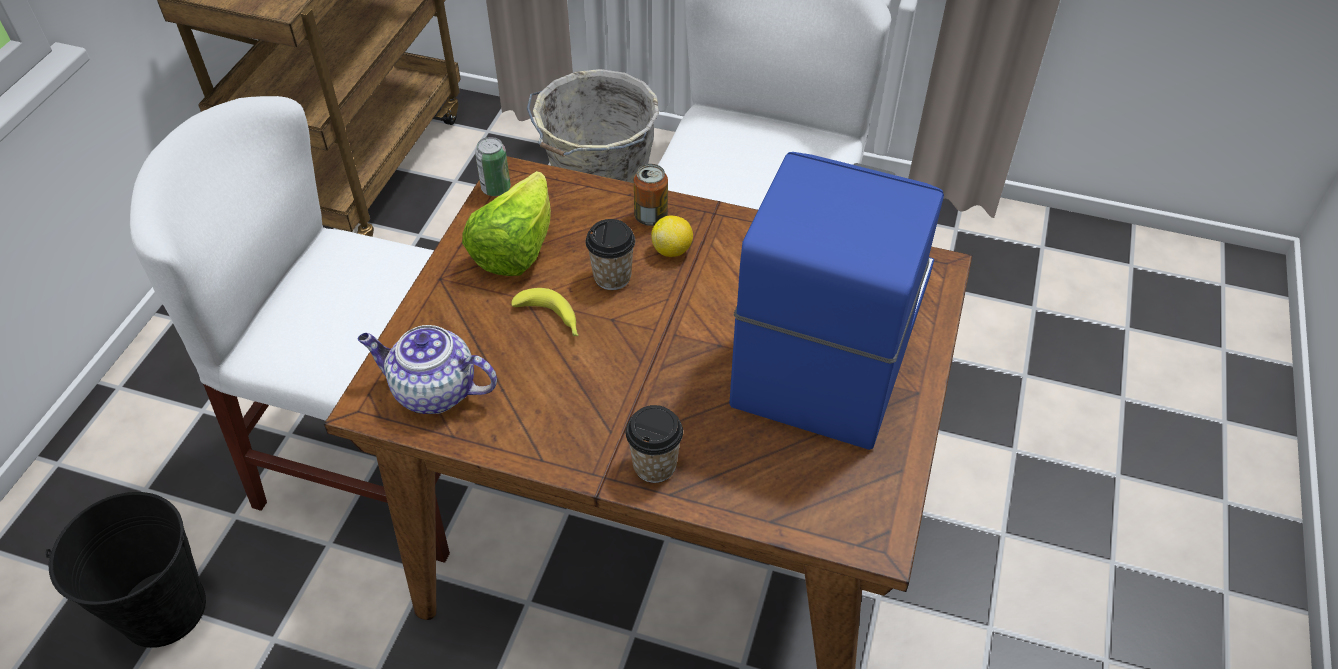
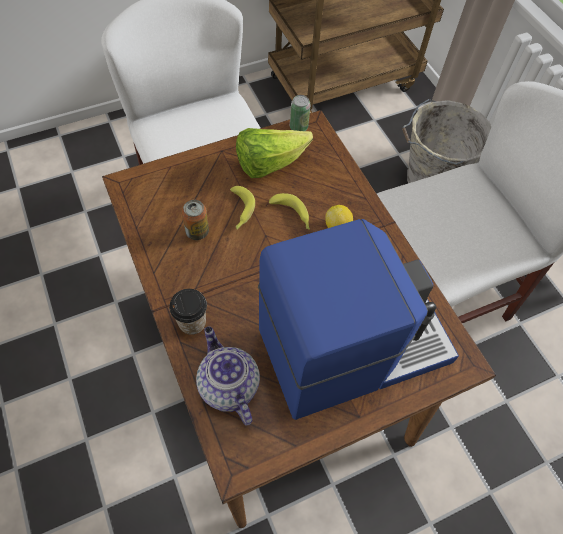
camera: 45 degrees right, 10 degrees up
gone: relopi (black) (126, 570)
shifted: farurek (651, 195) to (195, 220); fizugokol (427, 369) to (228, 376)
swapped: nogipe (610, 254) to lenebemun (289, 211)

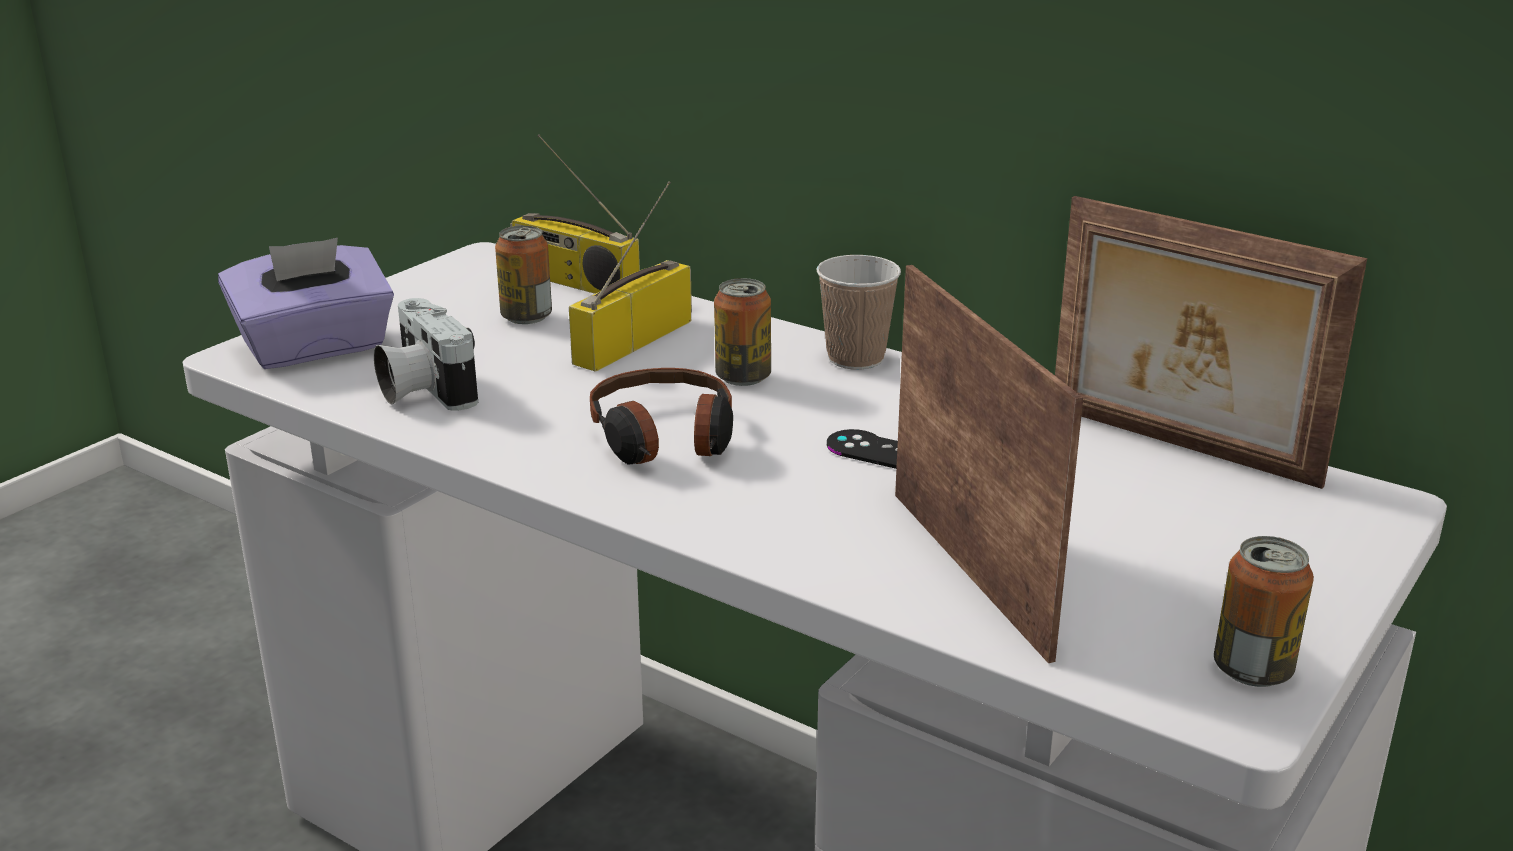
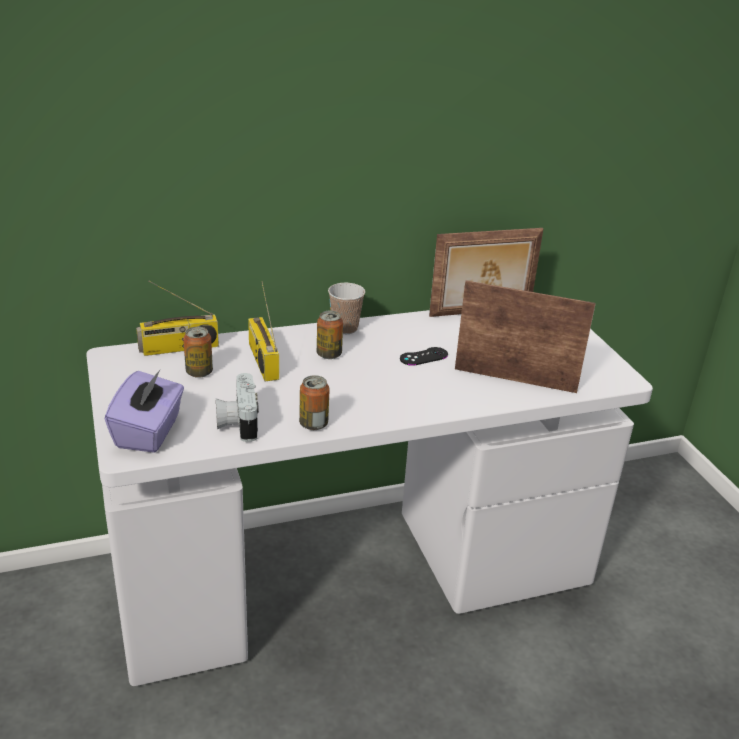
camera: 55 degrees left, 5 degrees up
gone: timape (661, 416)
shifted: farurek (1264, 611) to (314, 402)
rotated: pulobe (426, 354) = (237, 407) 75 degrees clockwise

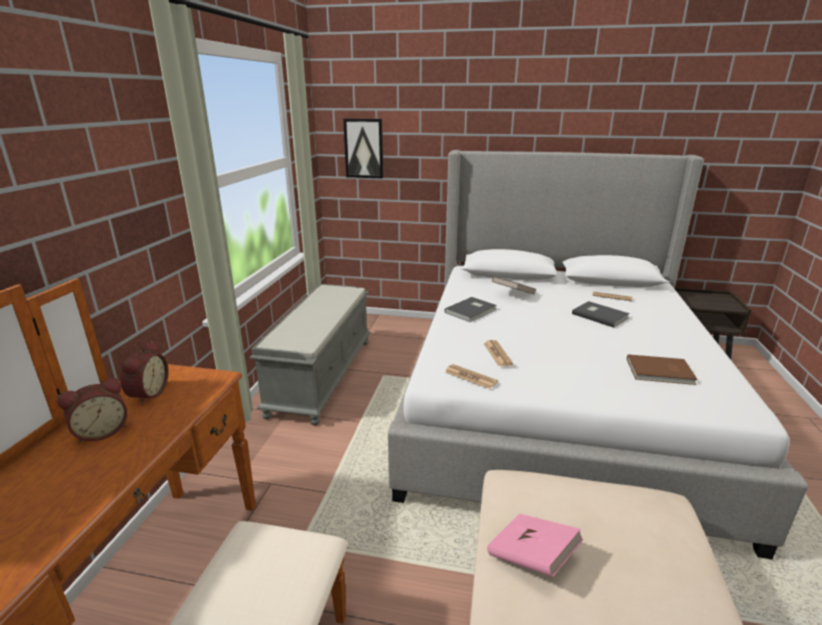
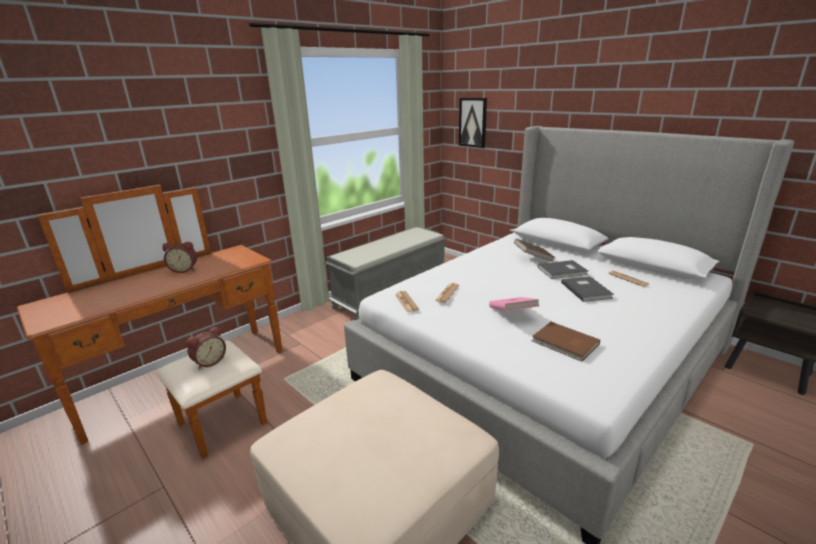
camera: 35 degrees right, 0 degrees up
shifted: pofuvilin (144, 373) to (206, 348); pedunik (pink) (535, 545) to (514, 304); pedunik (grey) (470, 309) to (563, 269)

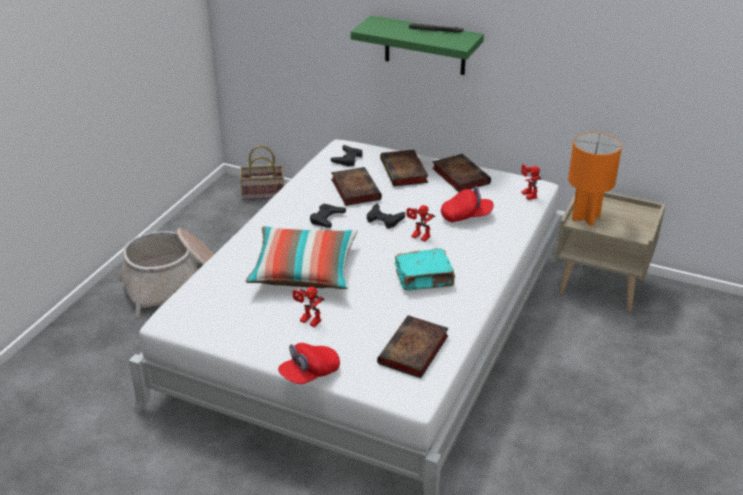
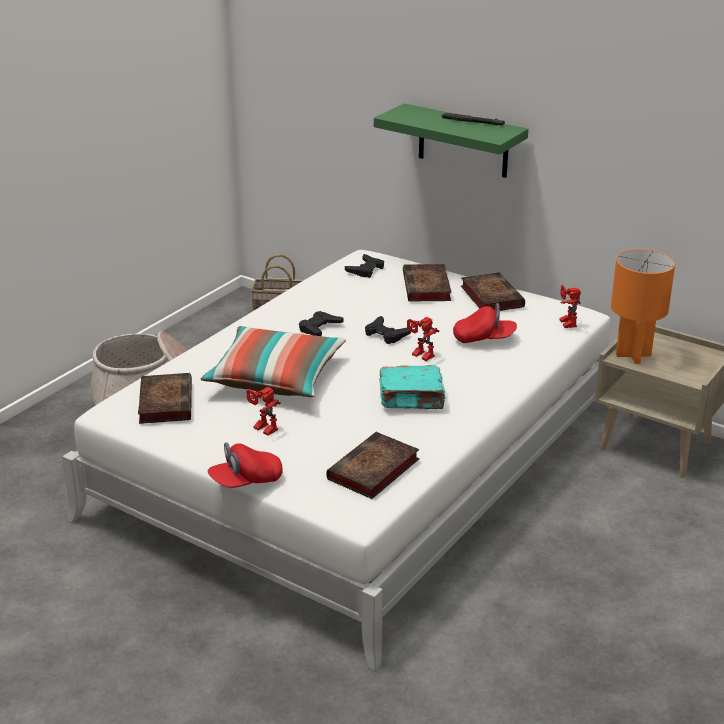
camera: 10 degrees right, 5 degrees down
shifted: pedunik (356, 186) to (165, 398)

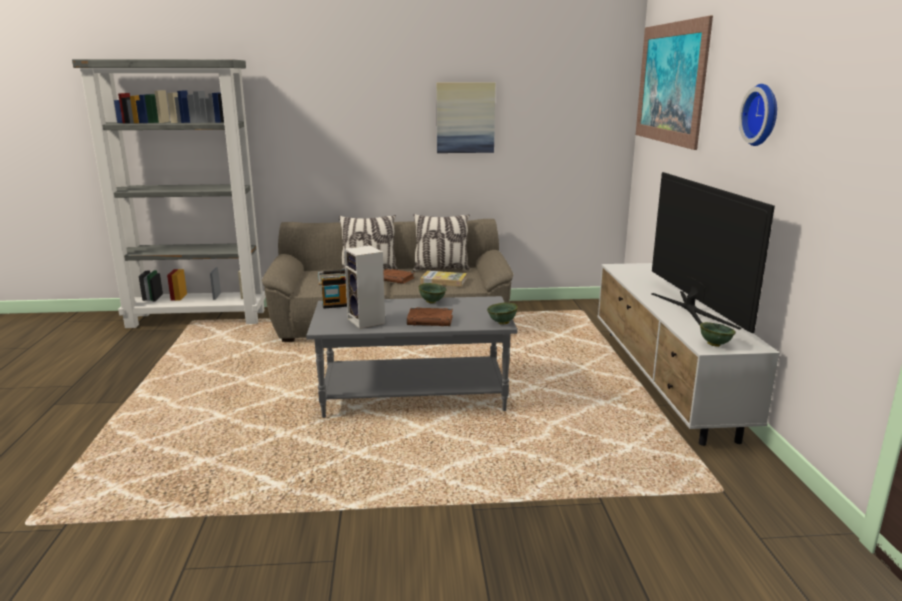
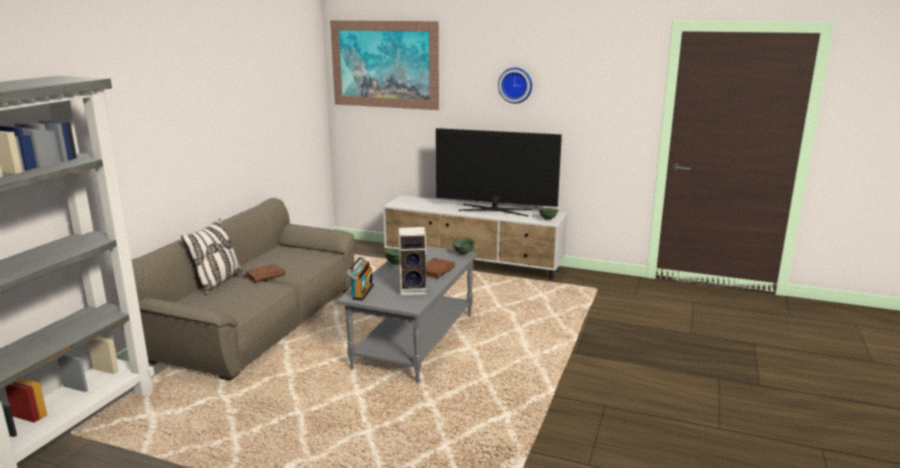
camera: 65 degrees left, 0 degrees up
gone: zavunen (441, 242); pedunik (443, 279); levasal (466, 117)

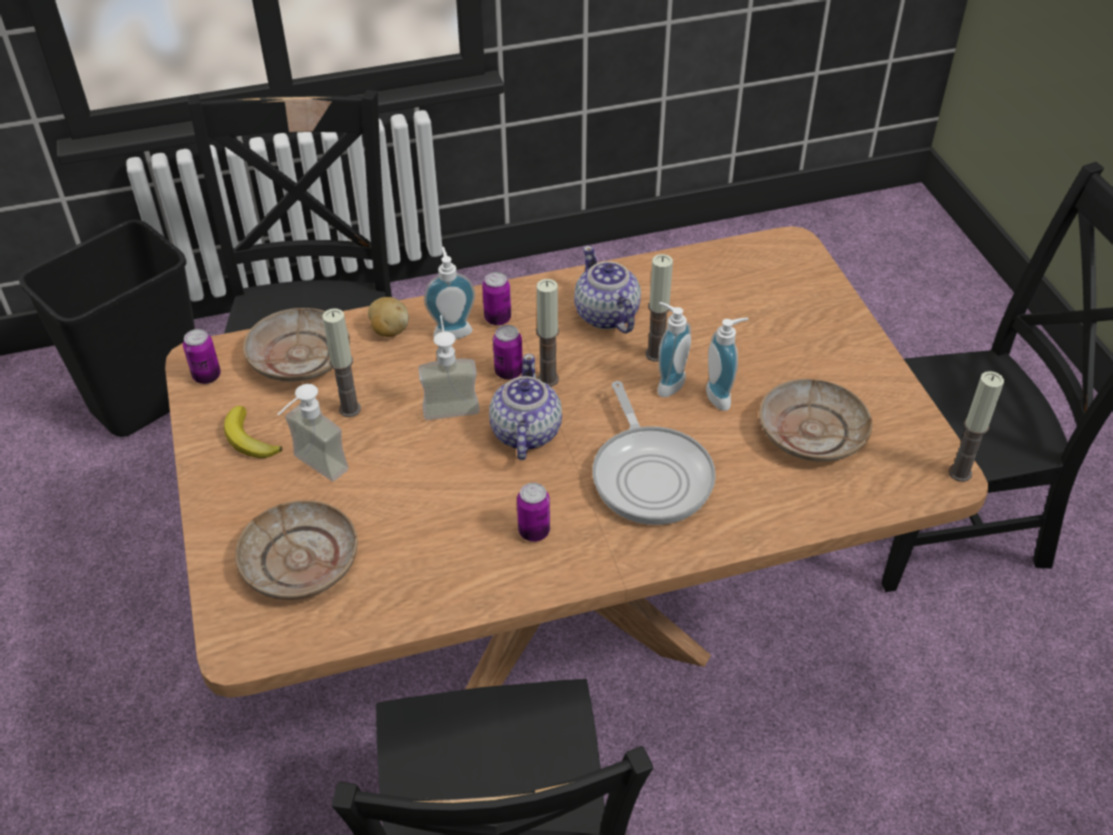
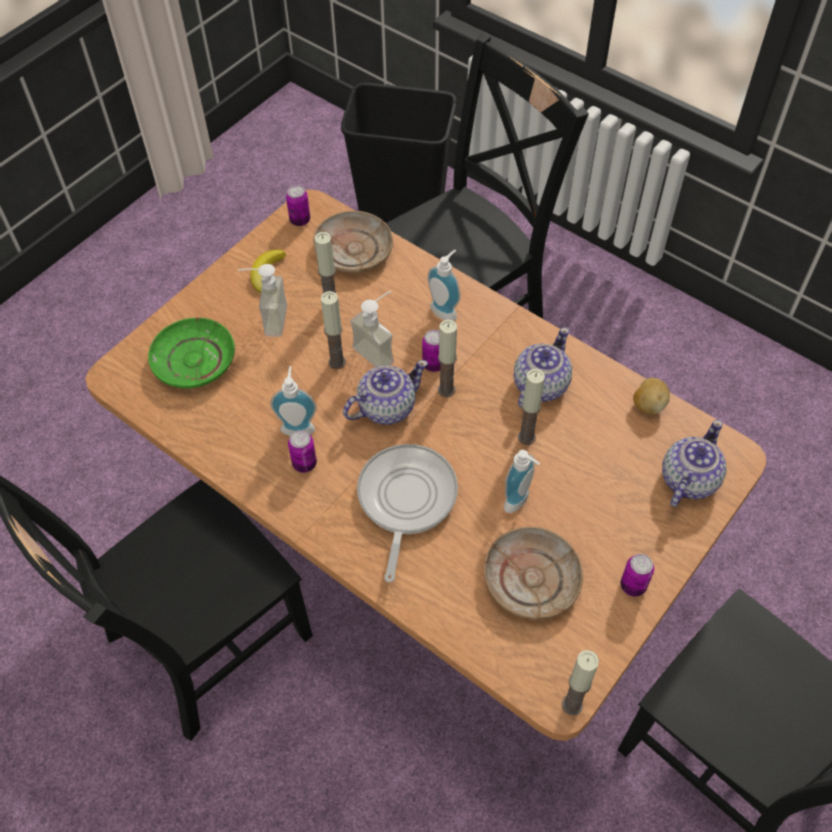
camera: 55 degrees right, 10 degrees up
new: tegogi (333, 330); fizugokol (694, 463)
shifted: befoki (674, 349) to (293, 401); farurek (496, 299) to (637, 575); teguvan (388, 317) to (651, 396)
repainted: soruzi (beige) (296, 550) to soruzi (green) (191, 352)
rotated: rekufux (654, 453) = (407, 513) 150 degrees clockwise

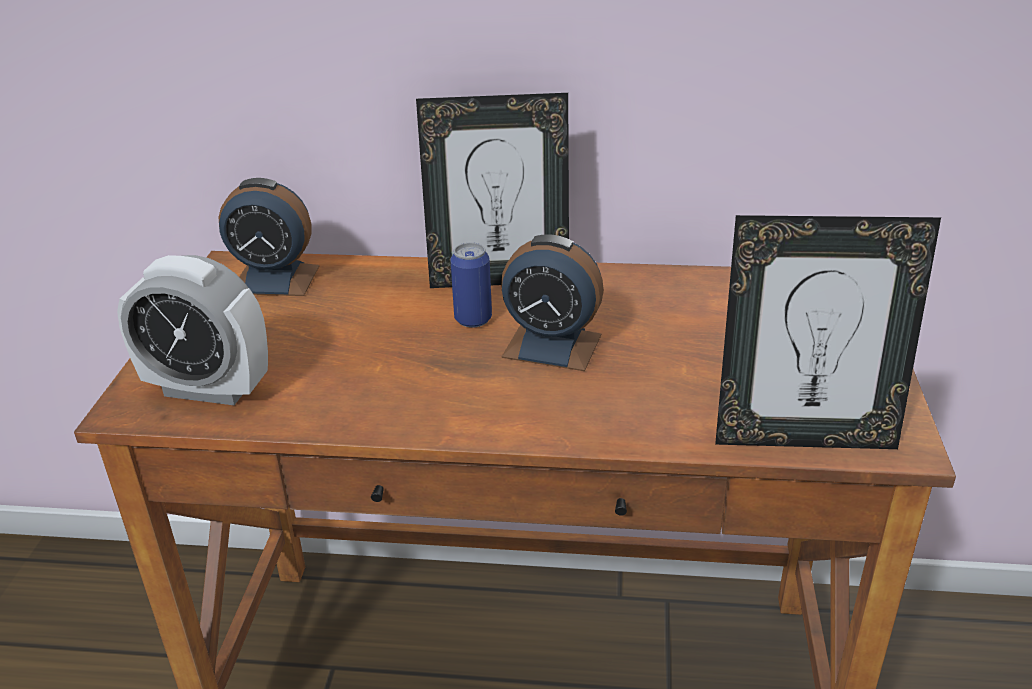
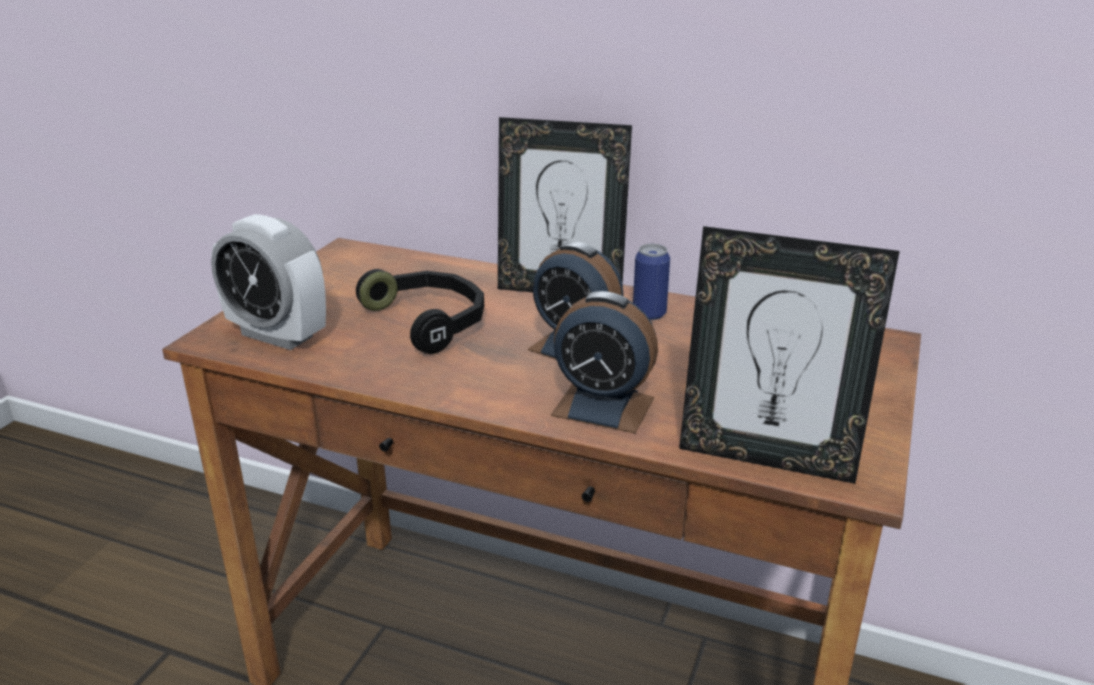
camera: 15 degrees right, 5 degrees down
new: timape (black) (420, 311)
shifted: pofuvilin (268, 237) to (604, 362); farurek (471, 285) to (651, 282)

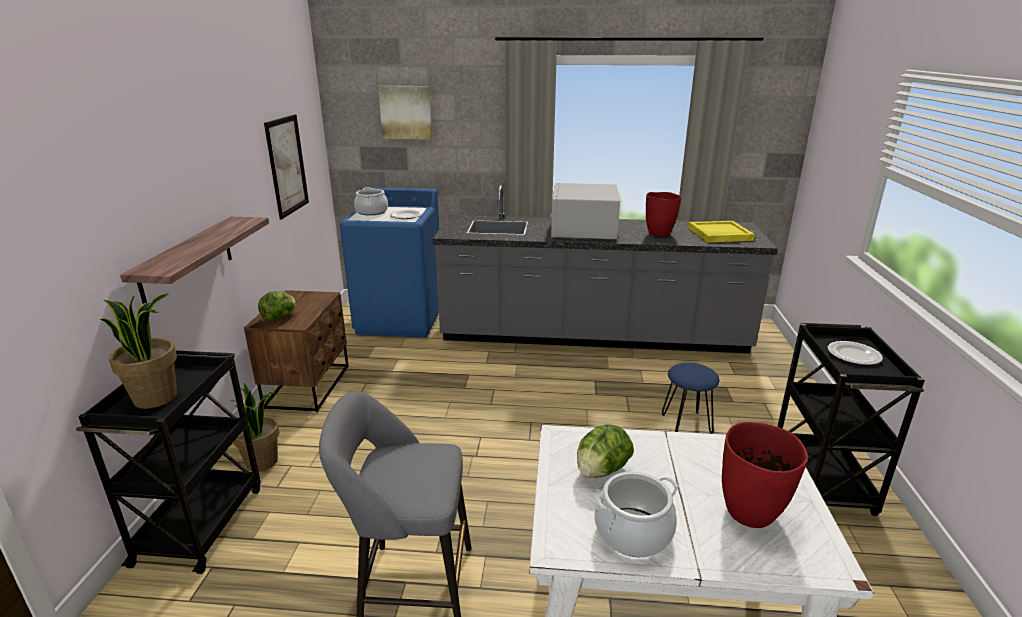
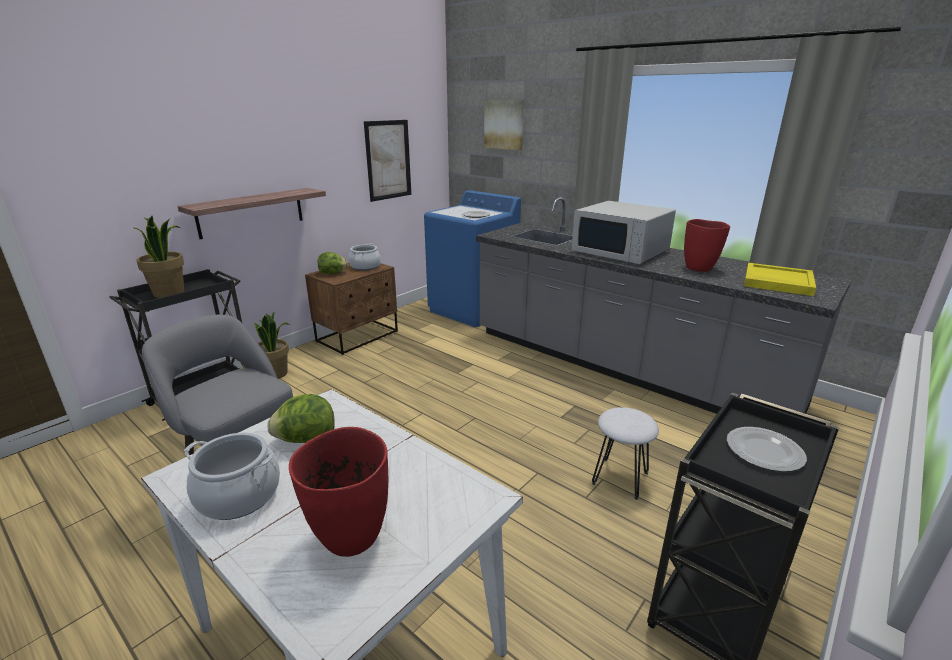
camera: 35 degrees right, 0 degrees up
shifted: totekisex (371, 201) to (365, 256)
repainted: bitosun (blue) (691, 398) to bitosun (white) (625, 453)
rotated: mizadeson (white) (585, 211) = (624, 232) 90 degrees counterclockwise

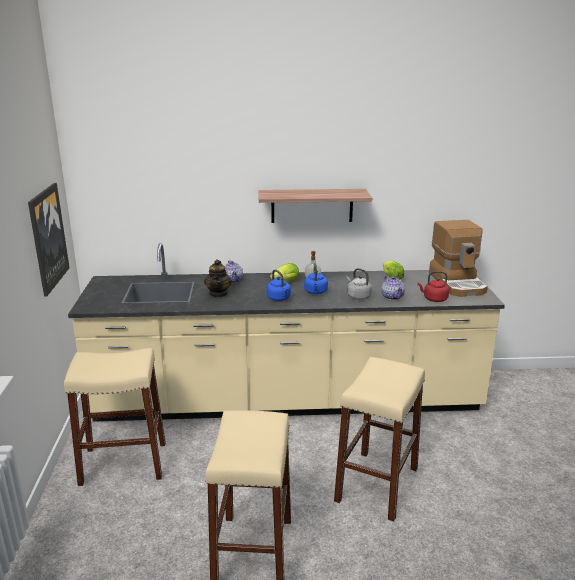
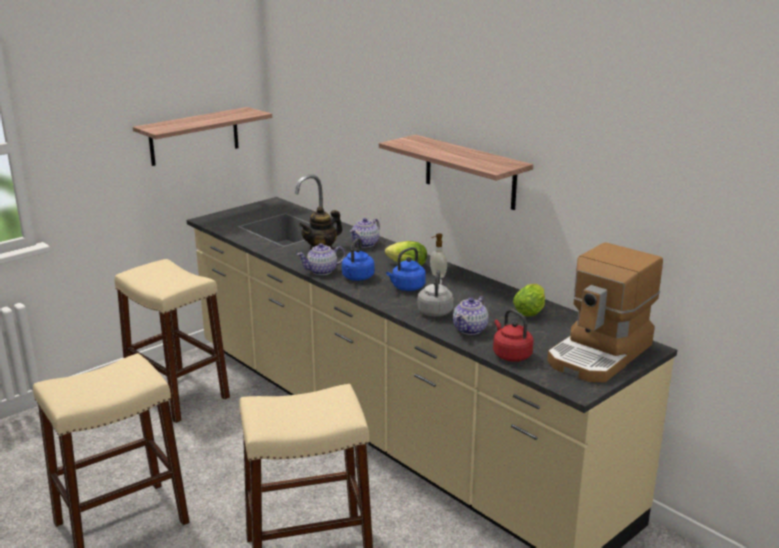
camera: 50 degrees right, 0 degrees up
new: fizugokol (321, 259)
swapped: levasal (49, 240) to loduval (202, 136)

